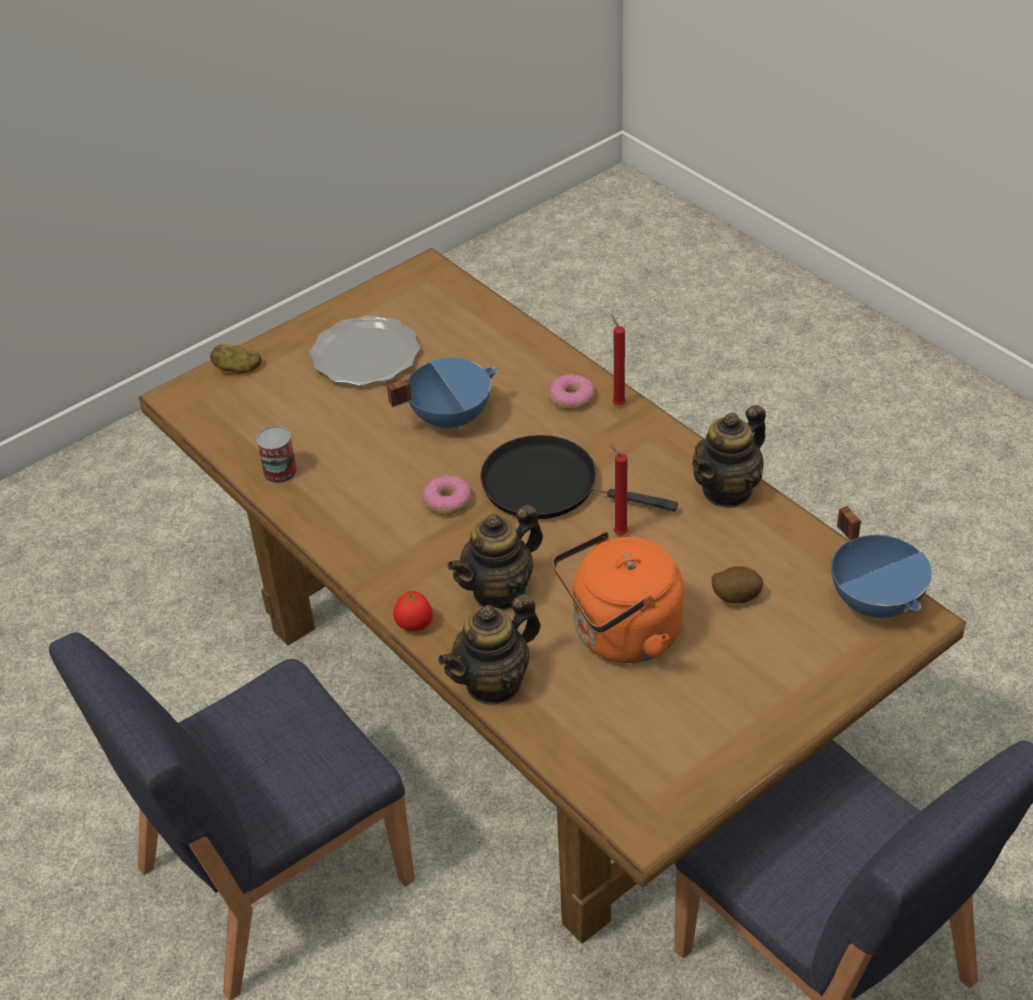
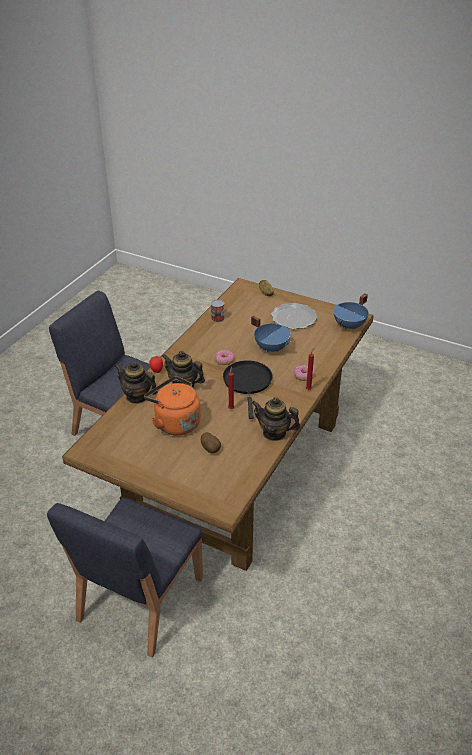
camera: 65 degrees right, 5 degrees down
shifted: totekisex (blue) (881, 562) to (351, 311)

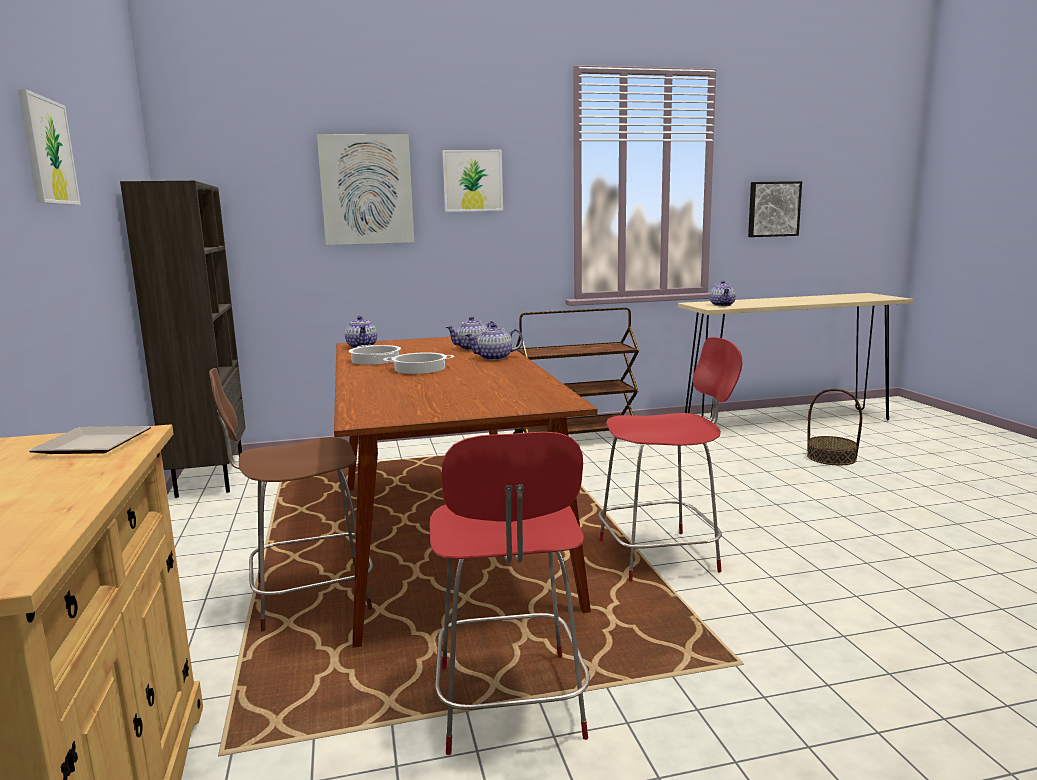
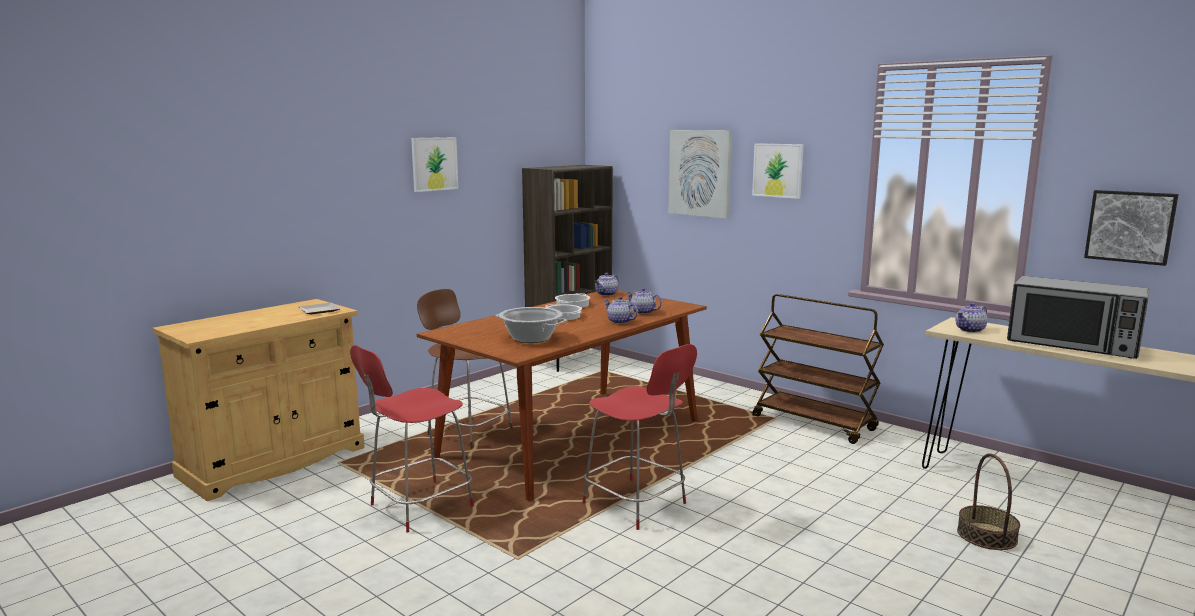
camera: 55 degrees right, 0 degrees up
new: totekisex (531, 325); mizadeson (1078, 317)

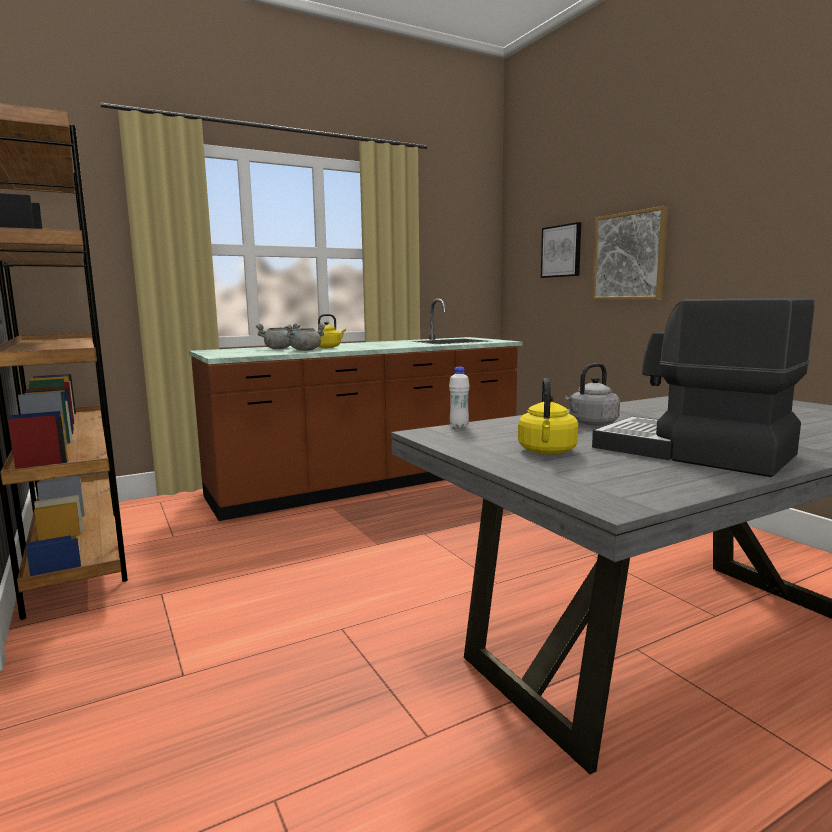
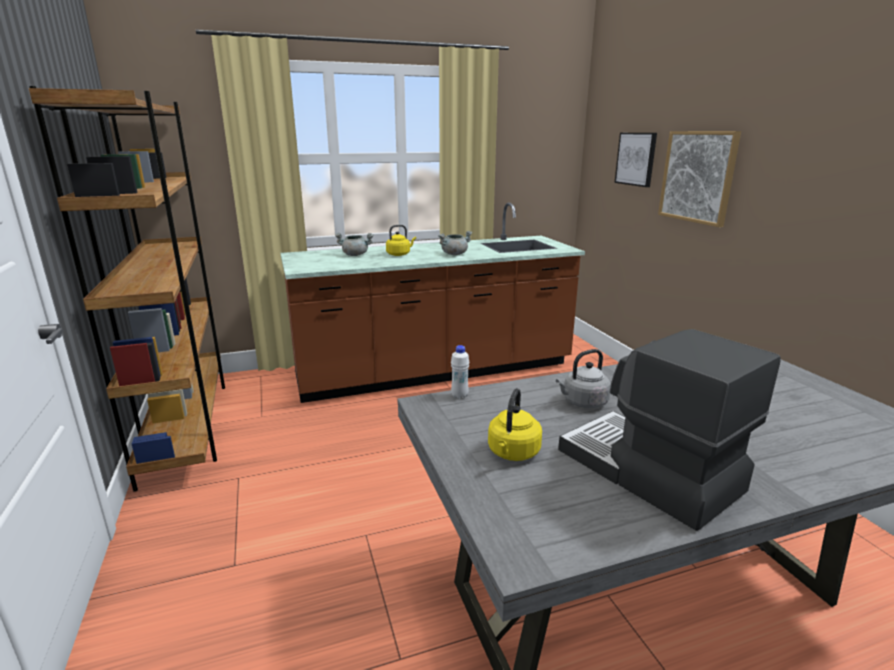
camera: 10 degrees right, 10 degrees up
shifted: totekisex (grey) (305, 337) to (455, 243)

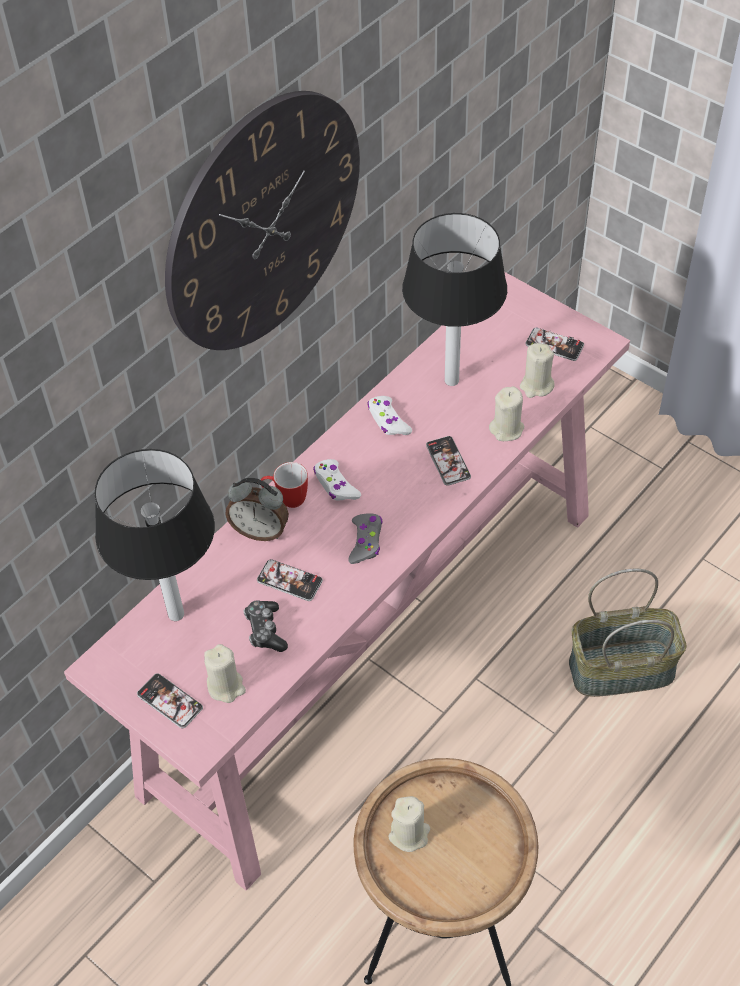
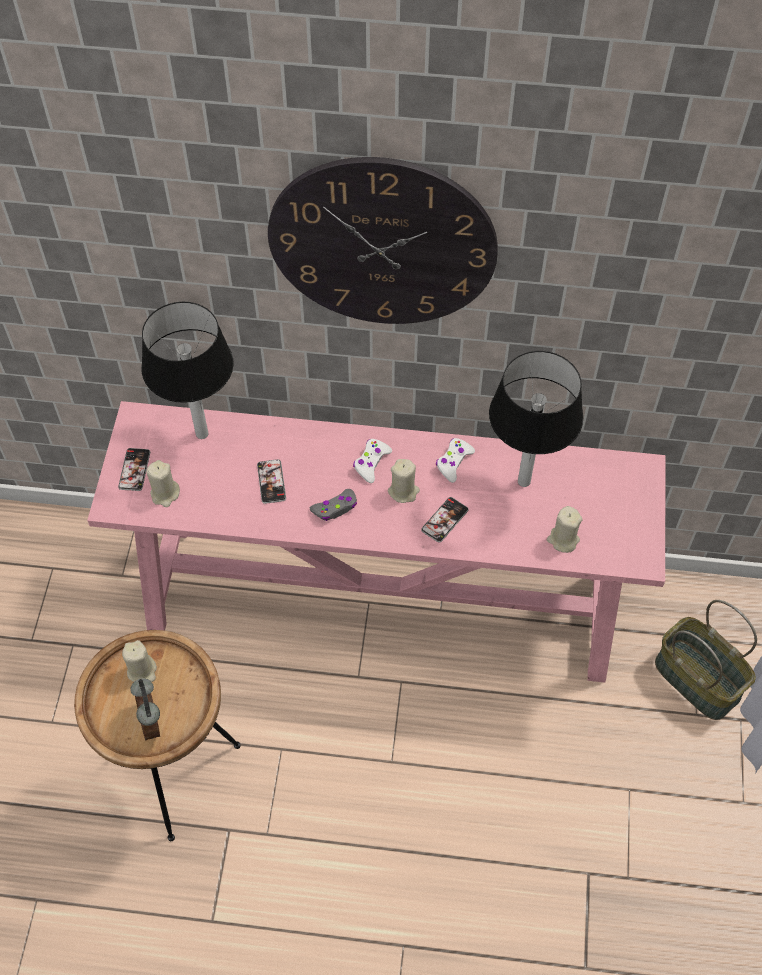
camera: 55 degrees right, 5 degrees up
gone: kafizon (265, 626); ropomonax (284, 485); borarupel (554, 344)
shifted: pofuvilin (257, 509) to (145, 709); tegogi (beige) (506, 413) to (404, 481); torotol (628, 632) to (706, 660)

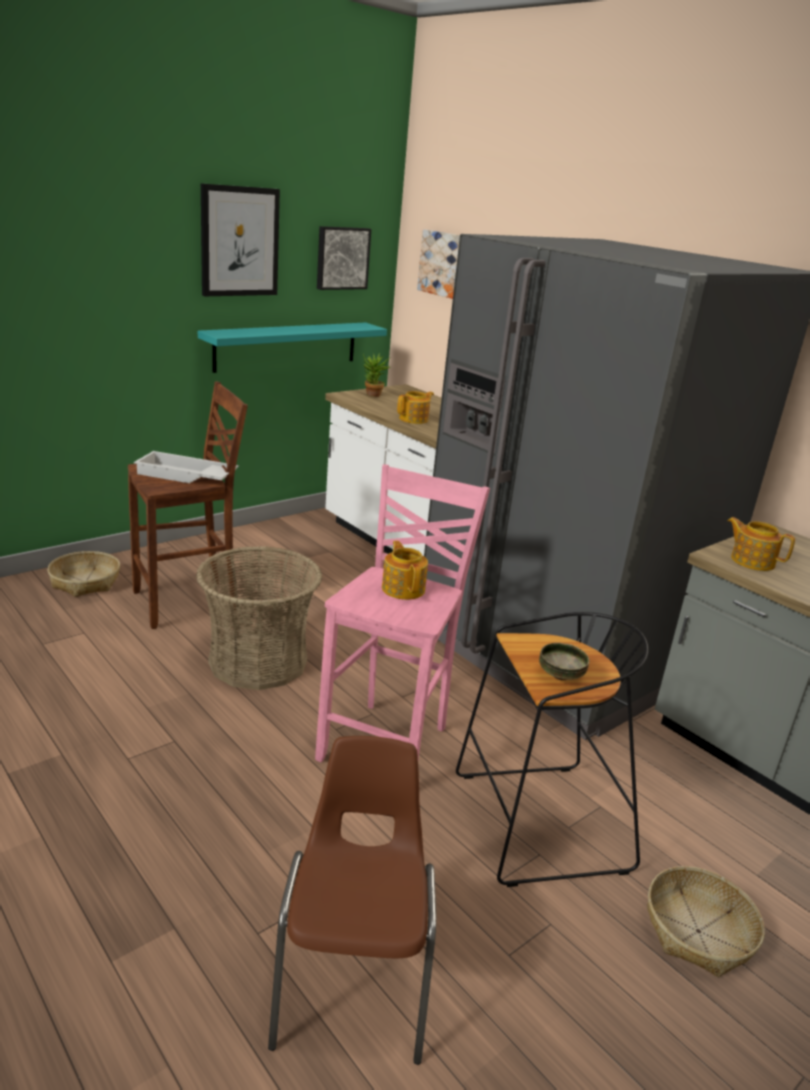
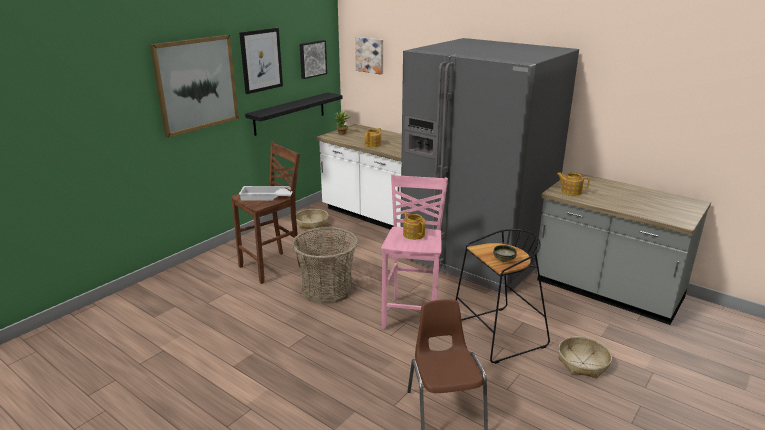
camera: 10 degrees left, 0 degrees up
new: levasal (194, 86)
shifted: torotol (83, 574) to (312, 219)
repainted: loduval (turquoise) (292, 347) to loduval (black) (294, 114)

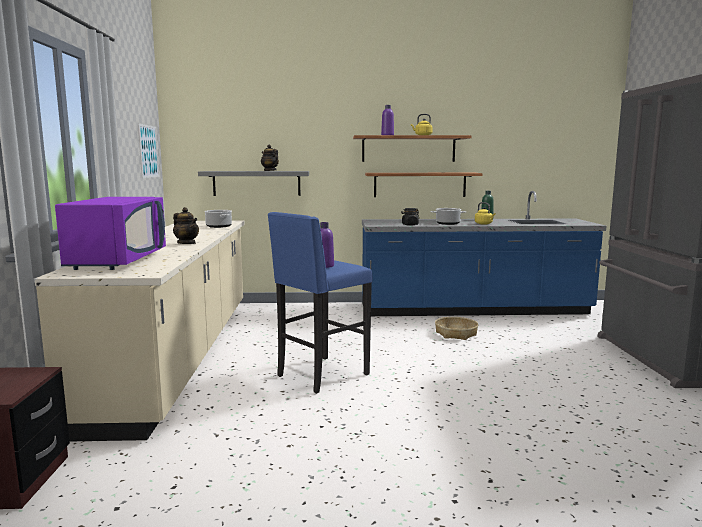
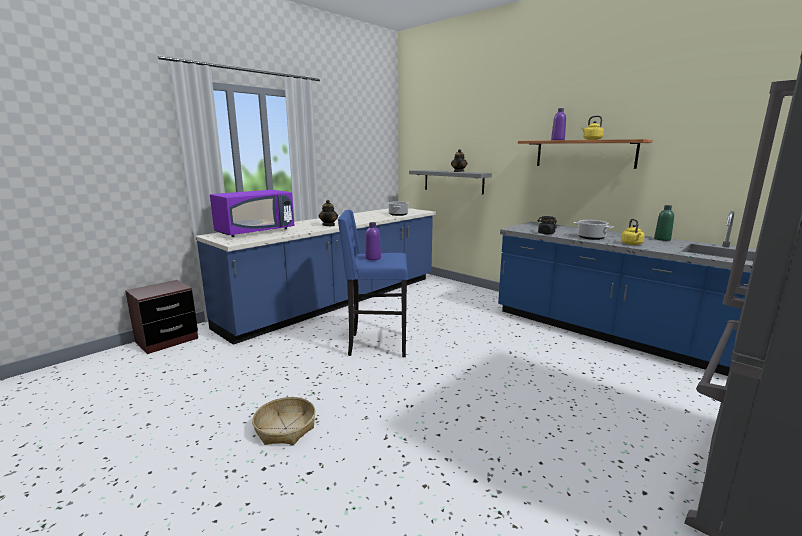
camera: 45 degrees right, 5 degrees up
gone: levasal (148, 151); loduval (424, 185)
shifted: torotol (456, 328) to (284, 421)
repainted: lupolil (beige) (140, 331) to lupolil (blue) (315, 276)

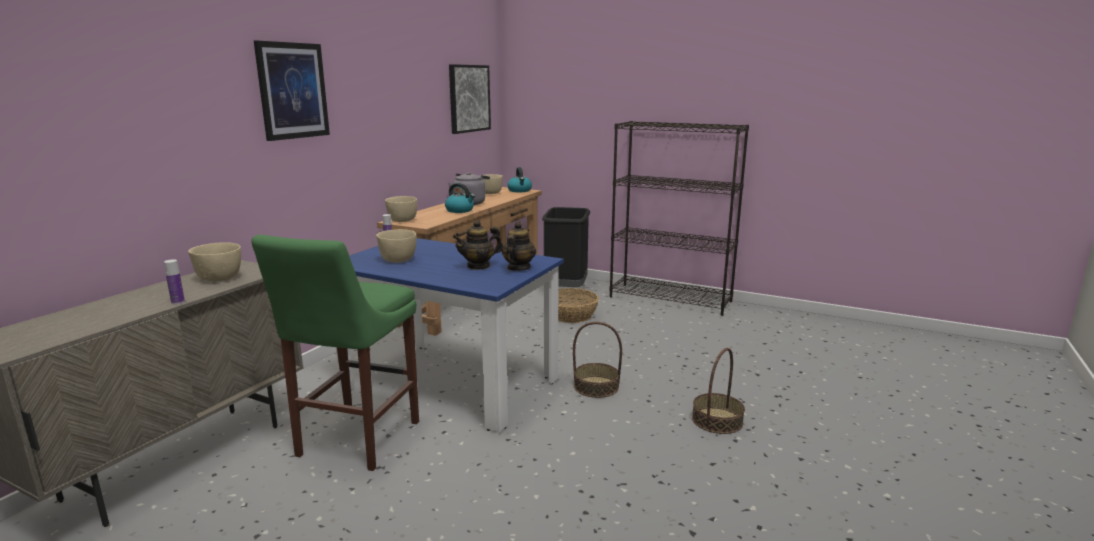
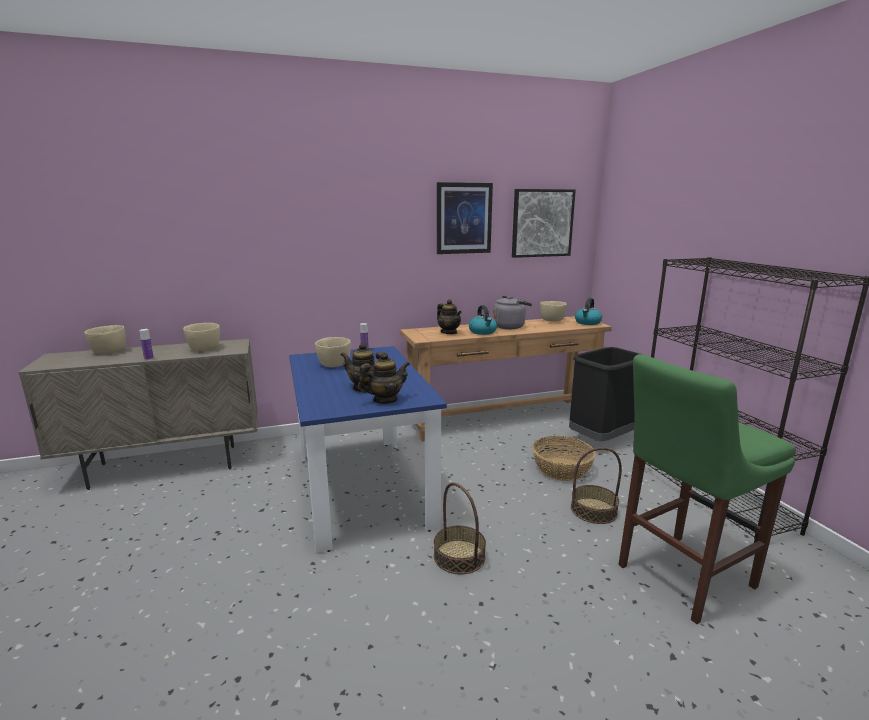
camera: 45 degrees right, 0 degrees up
new: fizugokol (449, 316)
shifted: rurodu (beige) (401, 209) to (105, 339); levasal (292, 90) to (465, 218); torotol (718, 391) to (596, 485); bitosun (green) (335, 353) to (707, 489)

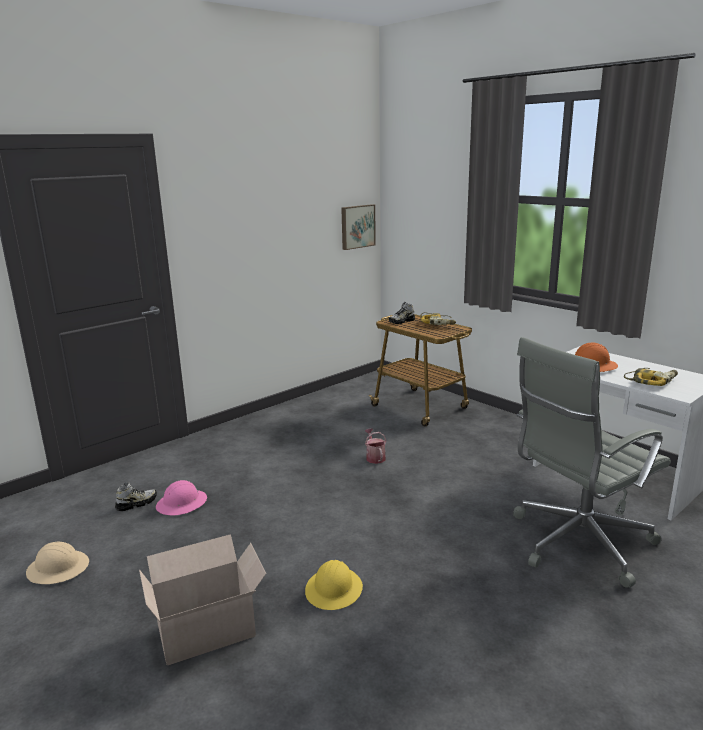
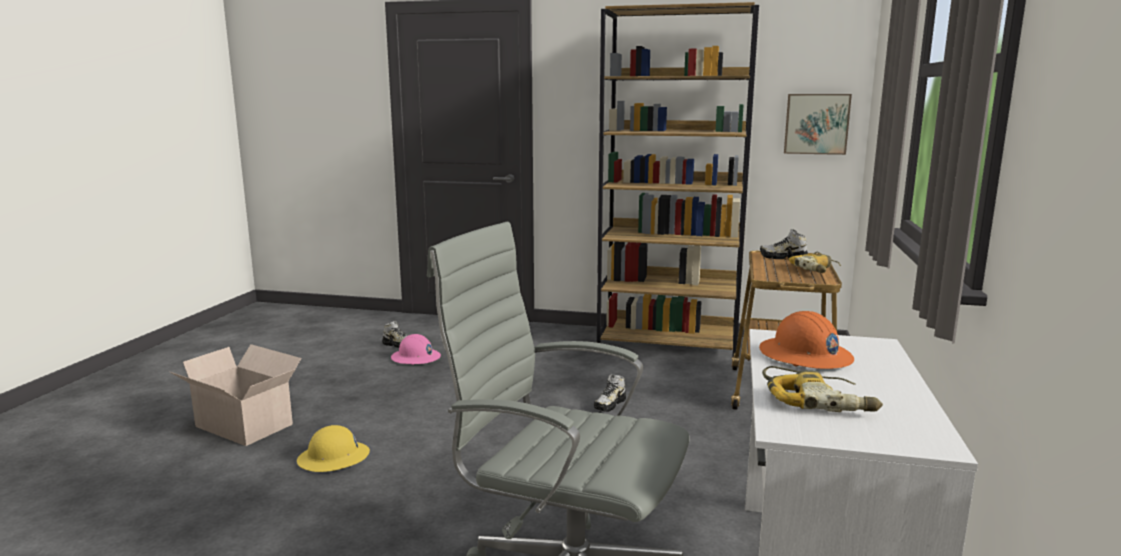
camera: 55 degrees right, 5 degrees down
gone: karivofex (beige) (57, 563)
new: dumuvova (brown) (678, 179)
swapped: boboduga (376, 446) to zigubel (610, 392)

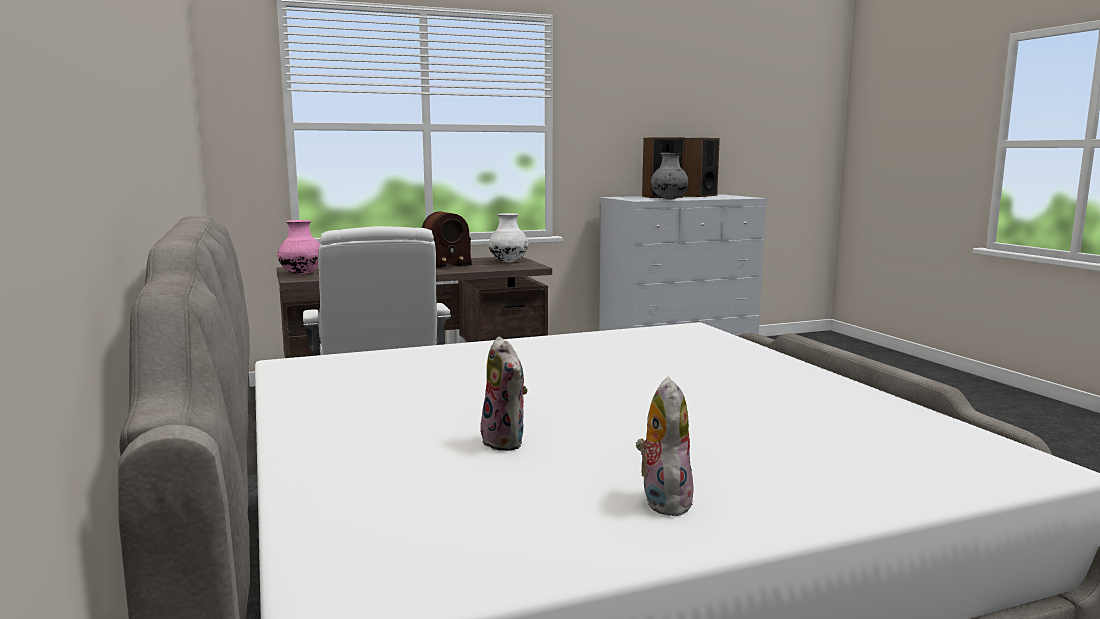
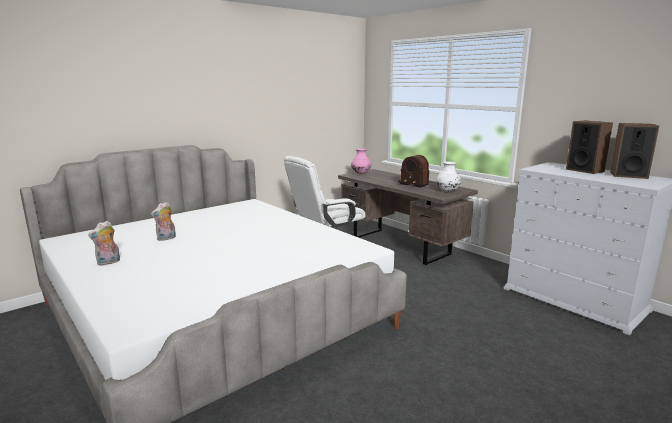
camera: 70 degrees right, 5 degrees up
gone: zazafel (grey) (670, 176)
rotated: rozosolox (665, 446) = (104, 243) 150 degrees clockwise

